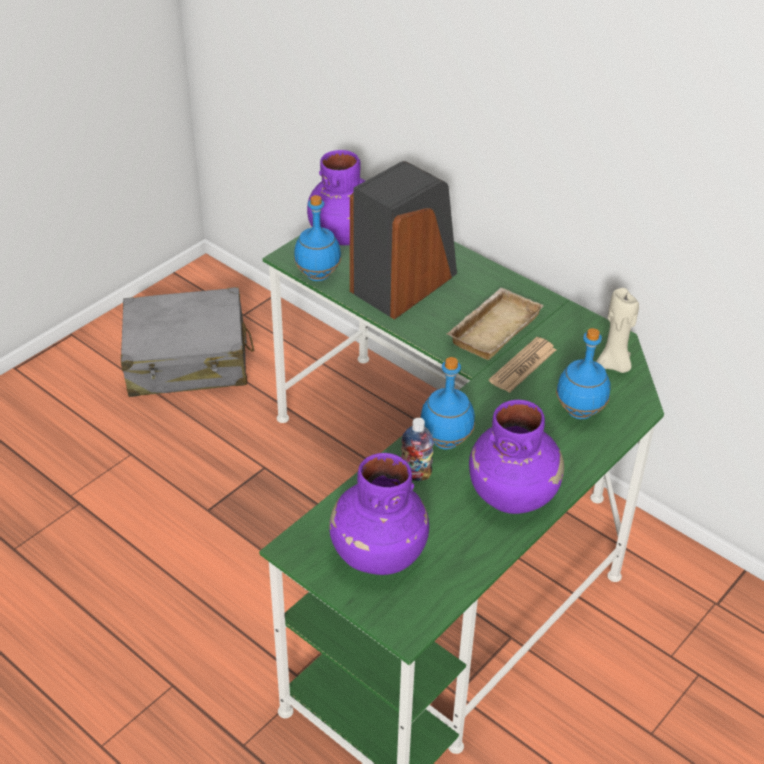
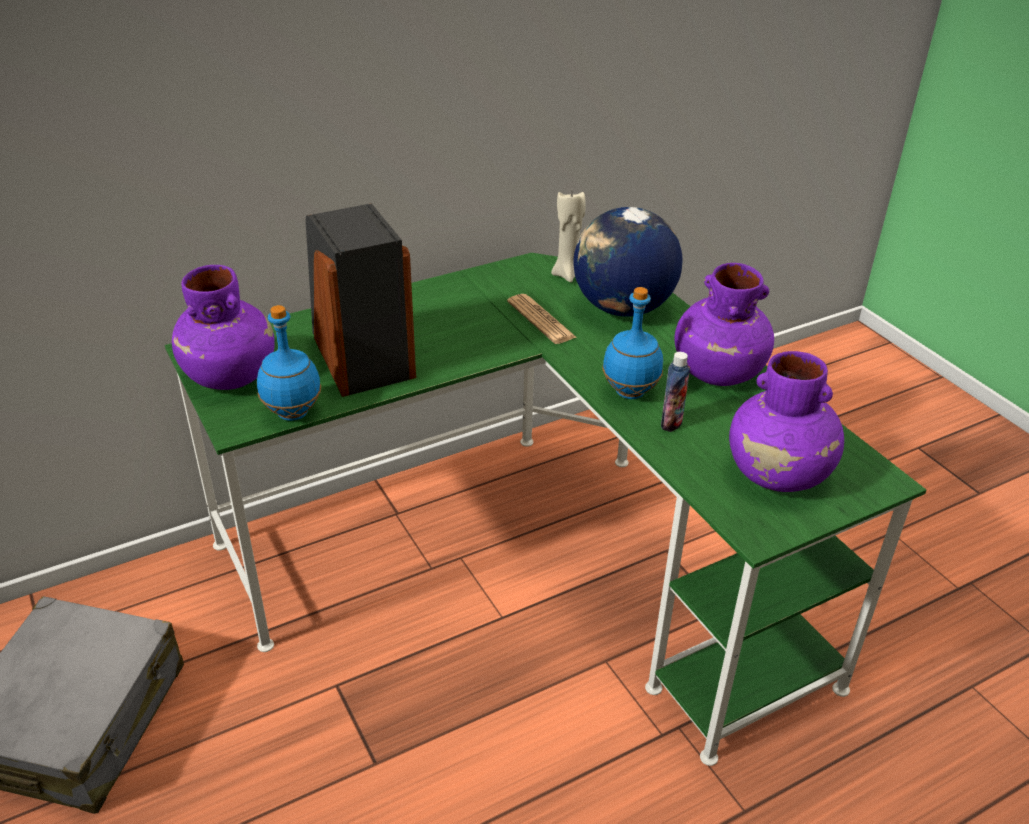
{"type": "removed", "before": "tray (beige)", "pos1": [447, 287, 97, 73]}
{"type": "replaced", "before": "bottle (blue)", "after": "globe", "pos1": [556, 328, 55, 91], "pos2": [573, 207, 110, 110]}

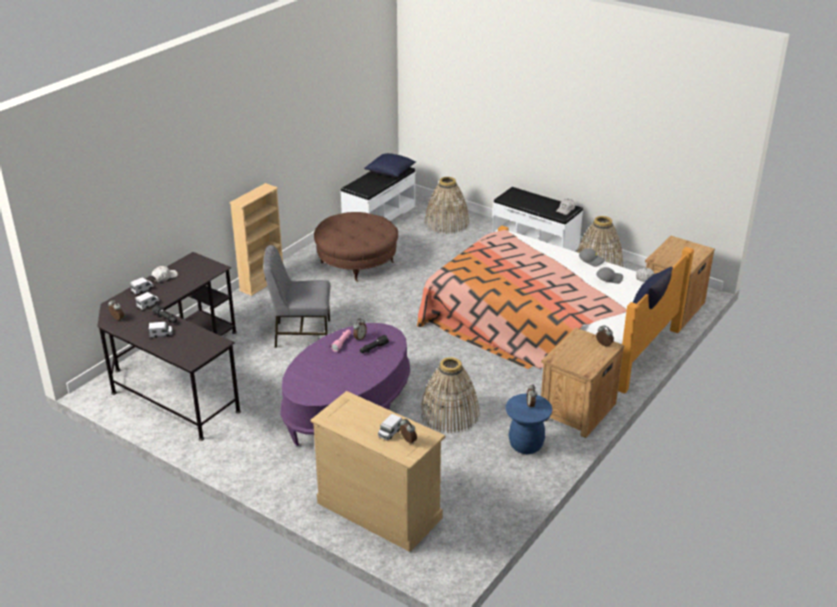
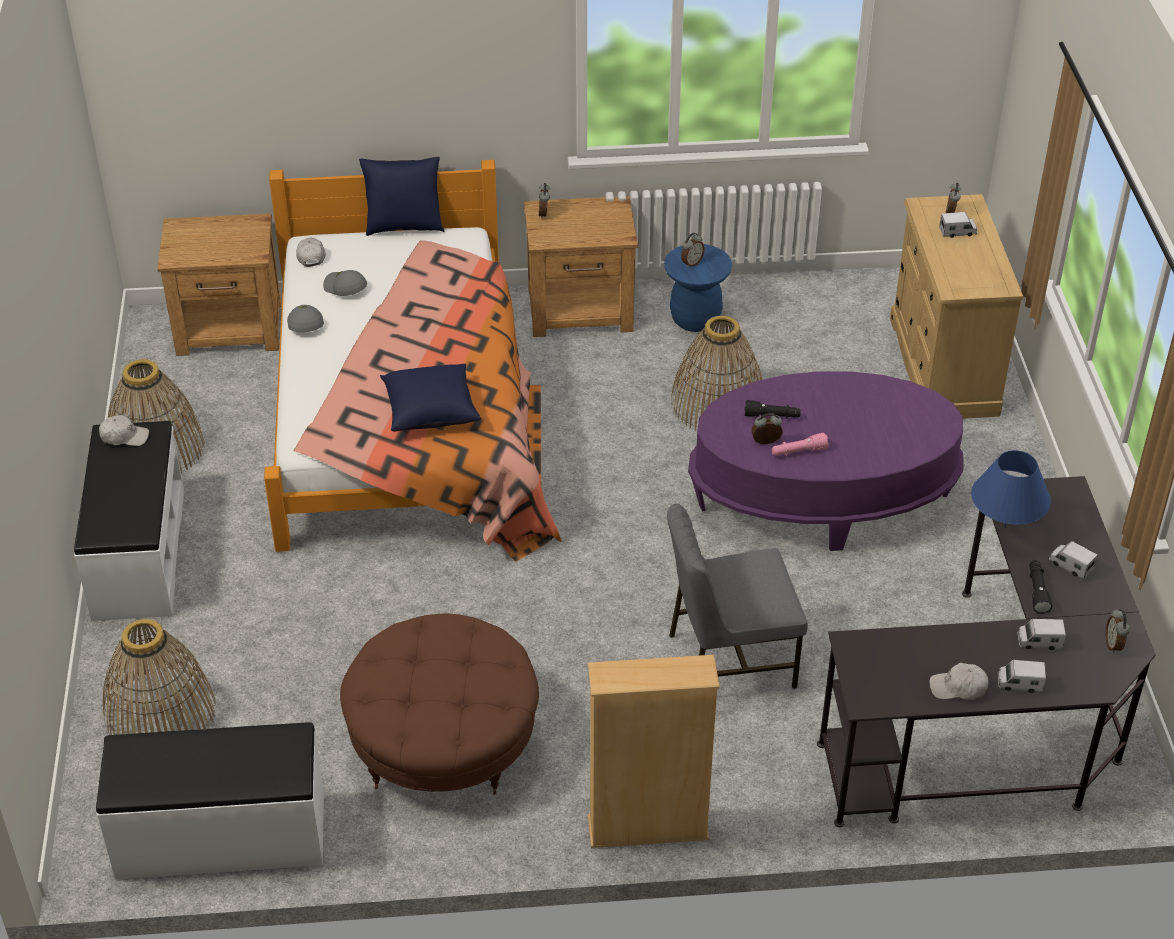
{"type": "added", "after": "table lamp (blue)", "pos2": [971, 450, 80, 78]}
{"type": "moved", "before": "pillow (blue)", "pos1": [364, 153, 52, 24], "pos2": [380, 364, 101, 68]}
{"type": "turned", "before": "chair (grey)", "pos1": [263, 245, 67, 103], "pos2": [667, 504, 141, 185], "turn": 120}

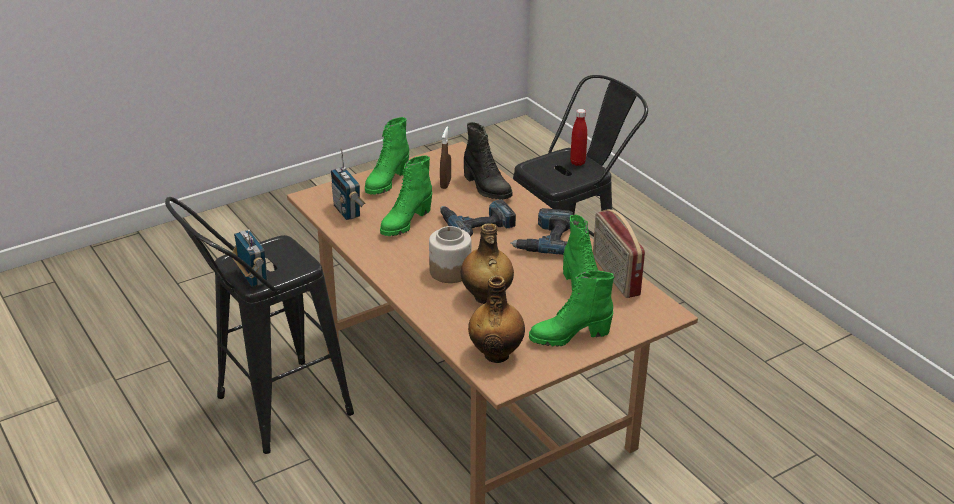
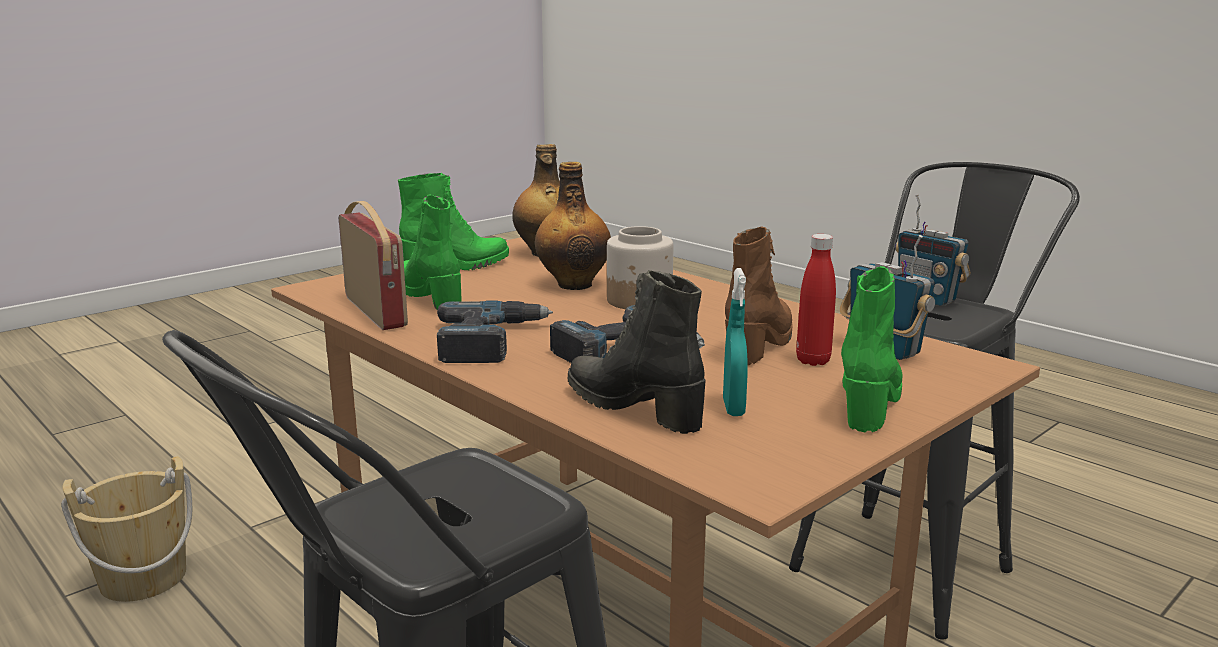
{"type": "added", "after": "bucket (beige)", "pos2": [61, 456, 131, 146]}
{"type": "moved", "before": "bottle (red)", "pos1": [570, 109, 17, 57], "pos2": [796, 234, 40, 132]}
{"type": "recoloured", "before": "boot (green)", "after": "boot (brown)", "pos1": [380, 155, 52, 81], "pos2": [725, 226, 68, 139]}
{"type": "recoloured", "before": "spray bottle (brown)", "after": "spray bottle (turquoise)", "pos1": [440, 127, 11, 62], "pos2": [723, 268, 25, 148]}

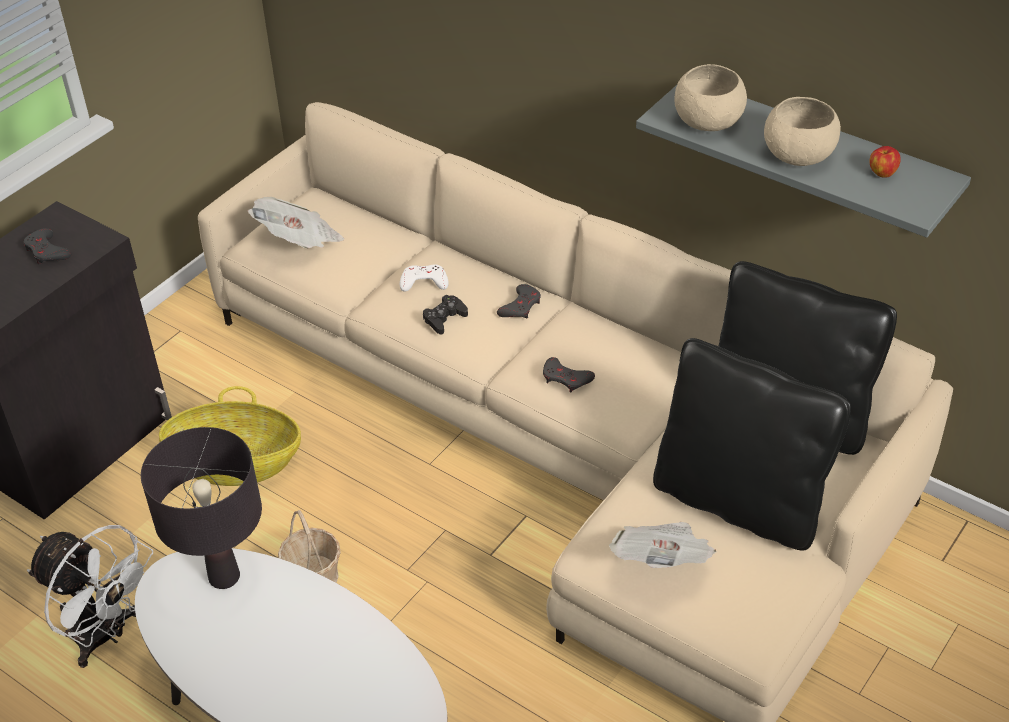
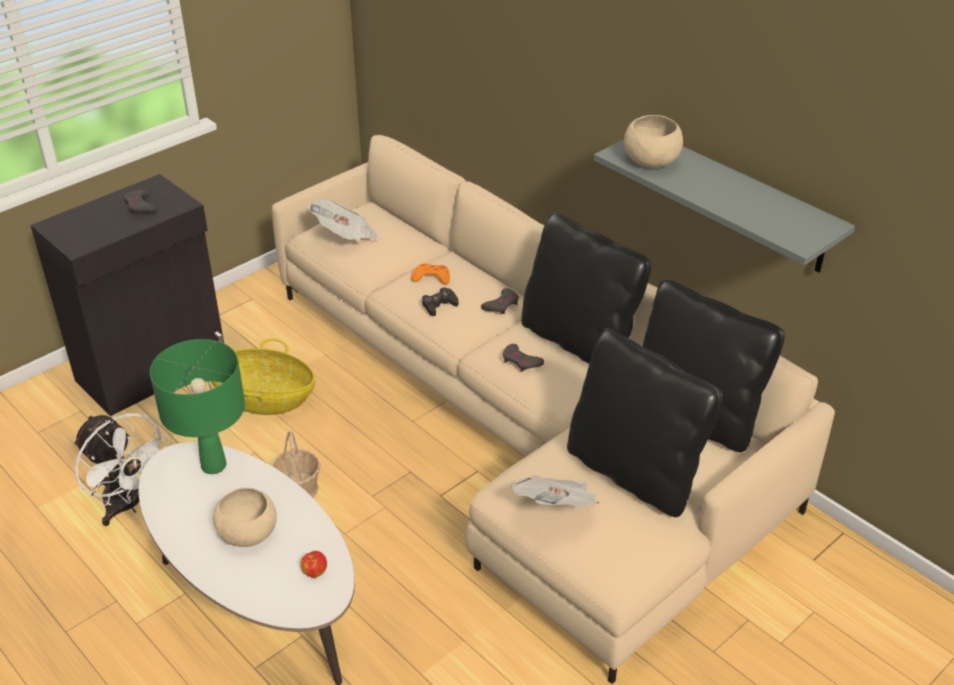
{"type": "added", "after": "pillow (black)", "pos2": [521, 212, 130, 152]}
{"type": "moved", "before": "bowl (beige)", "pos1": [764, 97, 77, 69], "pos2": [213, 487, 64, 60]}
{"type": "moved", "before": "apple", "pos1": [869, 146, 32, 32], "pos2": [301, 551, 26, 27]}
{"type": "recoloured", "before": "table lamp (black)", "after": "table lamp (green)", "pos1": [141, 427, 121, 162], "pos2": [150, 339, 95, 135]}
{"type": "recoloured", "before": "game controller (white)", "after": "game controller (orange)", "pos1": [400, 265, 49, 26], "pos2": [411, 263, 39, 22]}

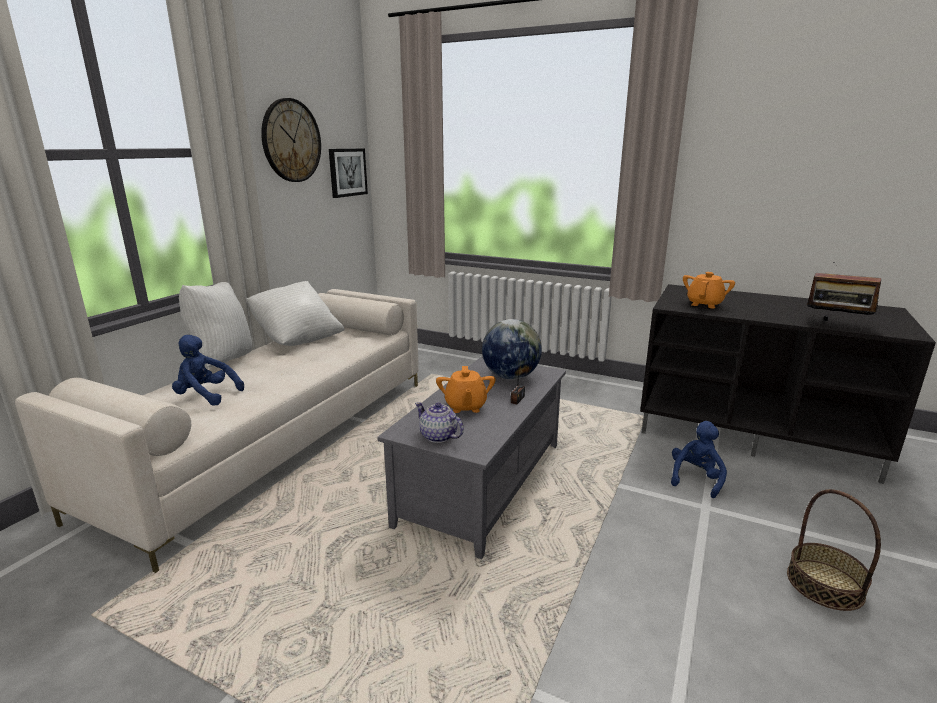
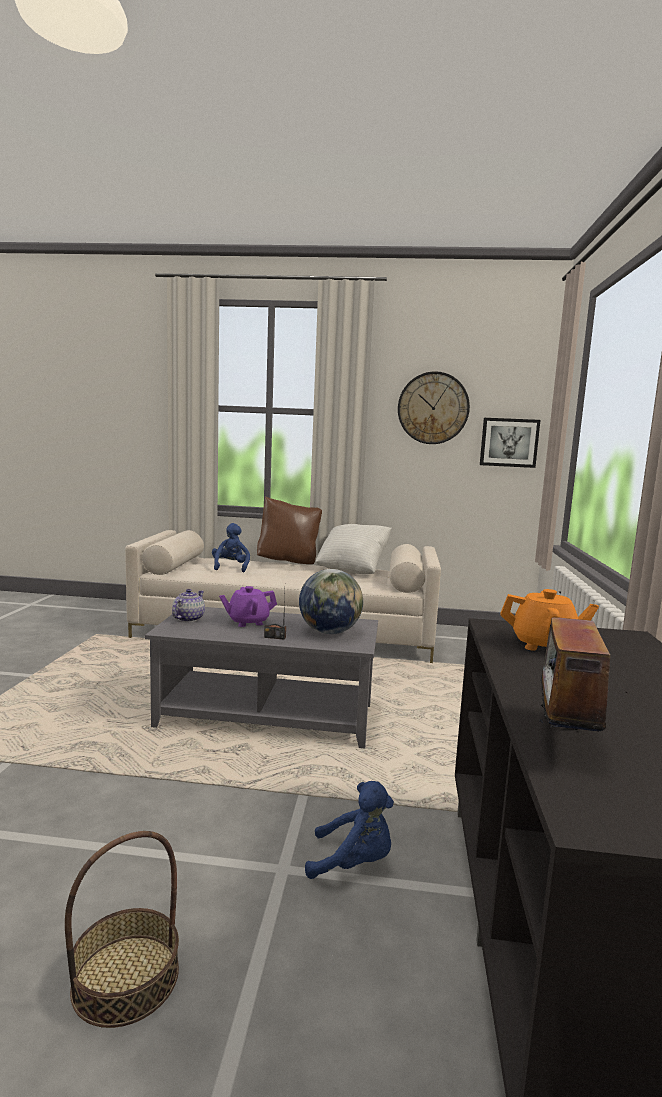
{"type": "recoloured", "before": "pillow (white)", "after": "pillow (brown)", "pos1": [179, 282, 73, 85], "pos2": [257, 496, 65, 68]}
{"type": "recoloured", "before": "teapot (orange)", "after": "teapot (purple)", "pos1": [436, 366, 60, 47], "pos2": [219, 586, 58, 41]}

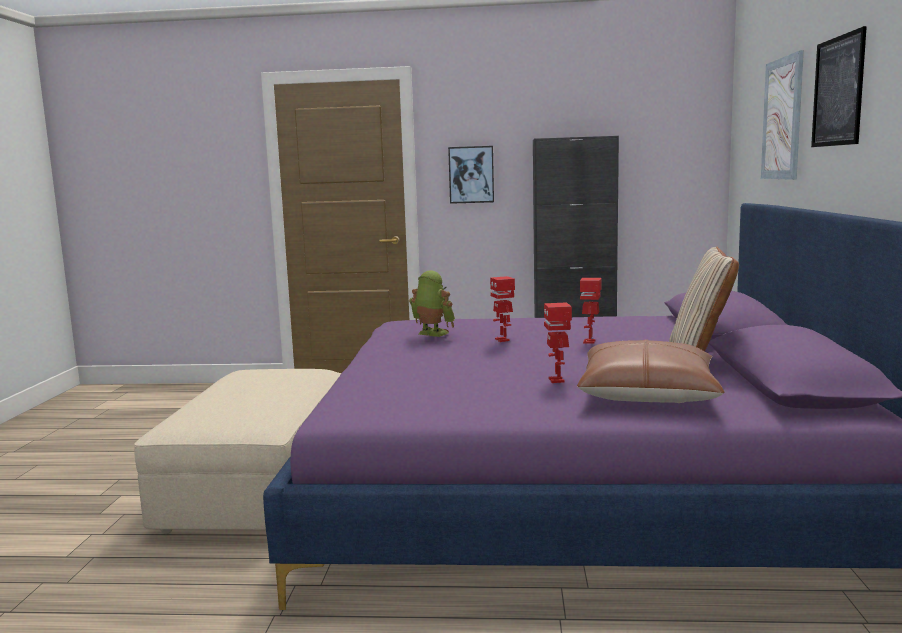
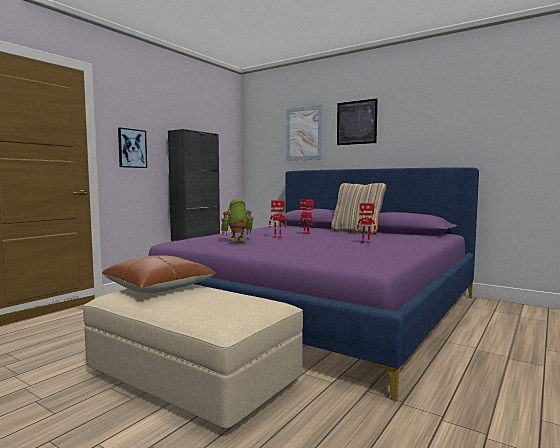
{"type": "moved", "before": "pillow (brown)", "pos1": [577, 340, 148, 63], "pos2": [102, 255, 113, 38]}

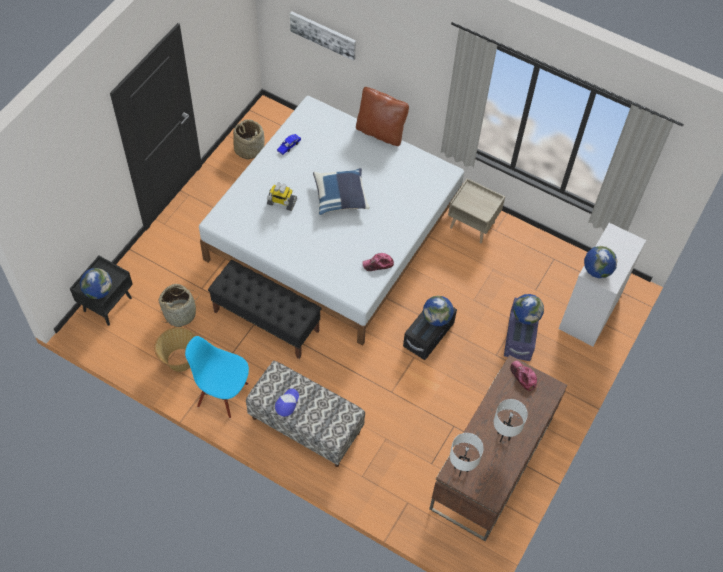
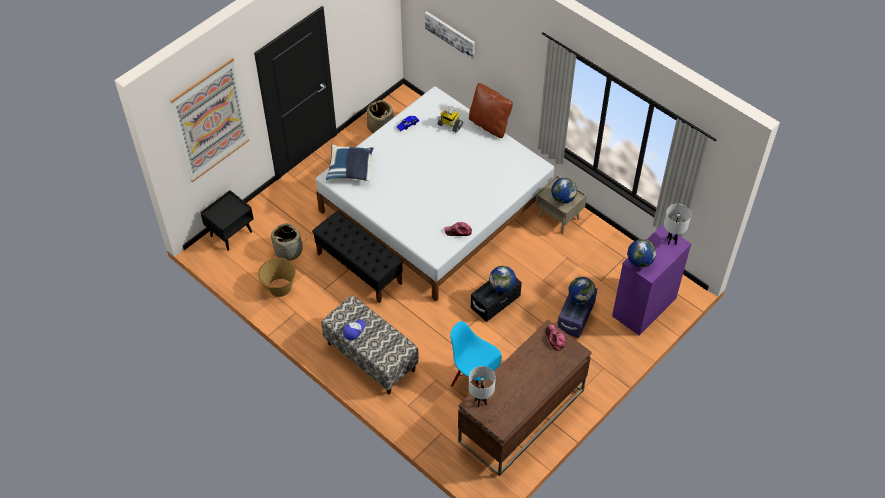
{"type": "added", "after": "picture", "pos2": [170, 58, 79, 124]}
{"type": "moved", "before": "globe", "pos1": [80, 268, 32, 31], "pos2": [551, 178, 26, 26]}
{"type": "moved", "before": "chair (blue)", "pos1": [185, 336, 64, 82], "pos2": [450, 321, 52, 67]}
{"type": "moved", "before": "toy robot", "pos1": [267, 183, 30, 28], "pos2": [437, 106, 26, 27]}
{"type": "moved", "before": "pillow (blue)", "pos1": [313, 168, 57, 47], "pos2": [326, 145, 48, 36]}
{"type": "moved", "before": "table lamp (white)", "pos1": [494, 399, 34, 43], "pos2": [664, 204, 27, 41]}
{"type": "recoloured", "before": "dresser (white)", "after": "dresser (purple)", "pos1": [559, 223, 87, 123], "pos2": [612, 224, 79, 112]}

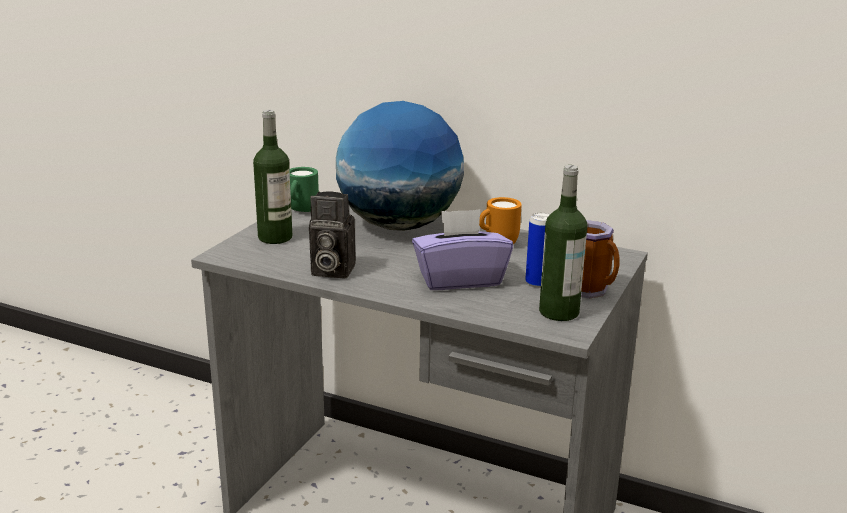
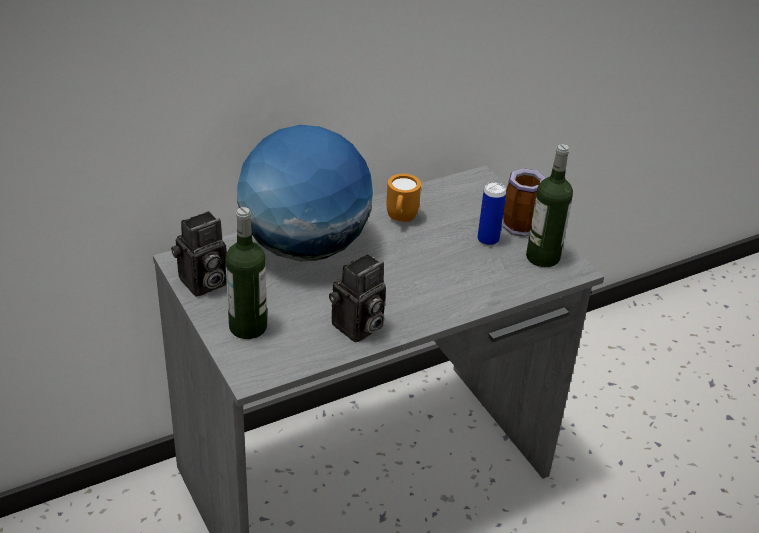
{"type": "removed", "before": "tissue box (purple)", "pos1": [412, 209, 101, 81]}
{"type": "replaced", "before": "mug (green)", "after": "photo camera", "pos1": [289, 167, 30, 45], "pos2": [171, 211, 56, 86]}

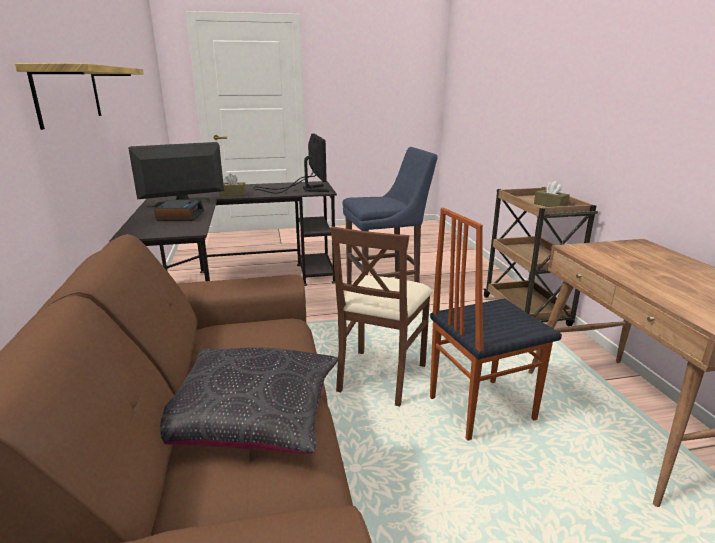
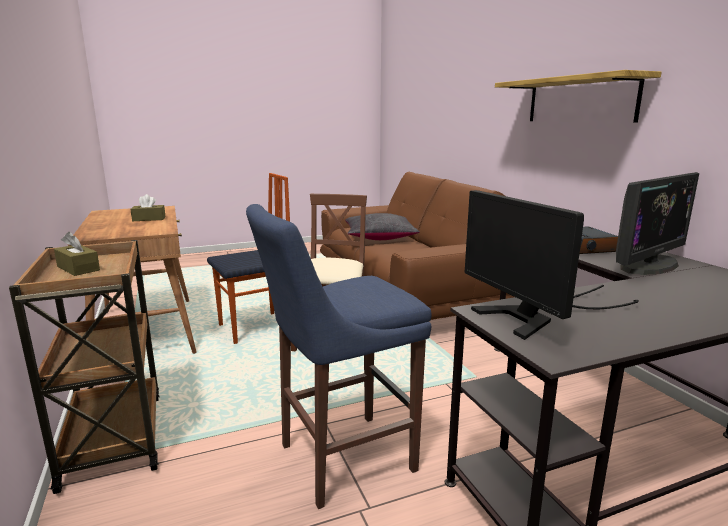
{"type": "moved", "before": "tissue box (brown)", "pos1": [219, 173, 27, 23], "pos2": [130, 194, 36, 27]}

